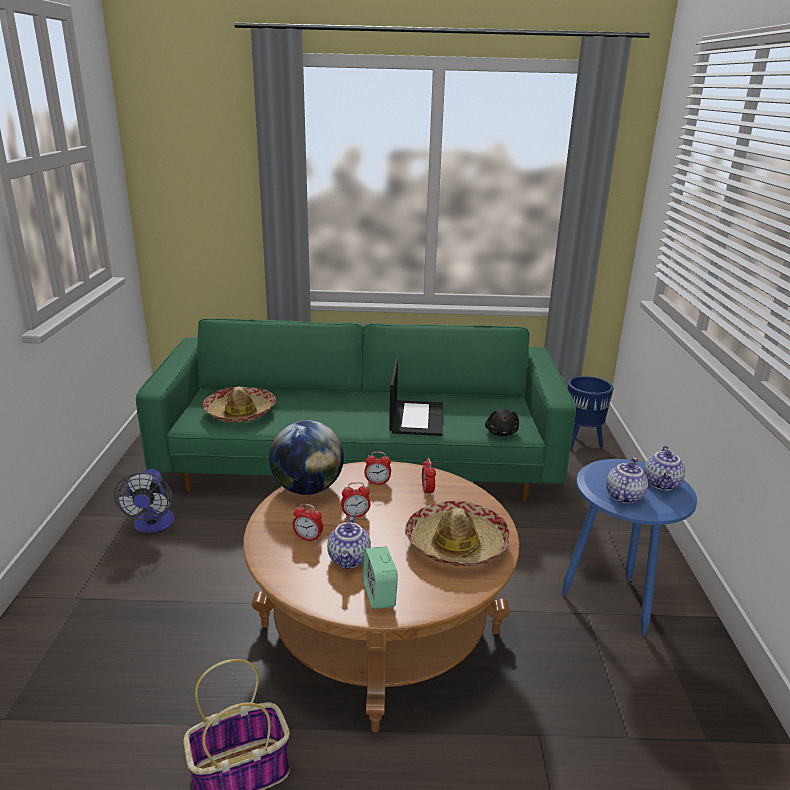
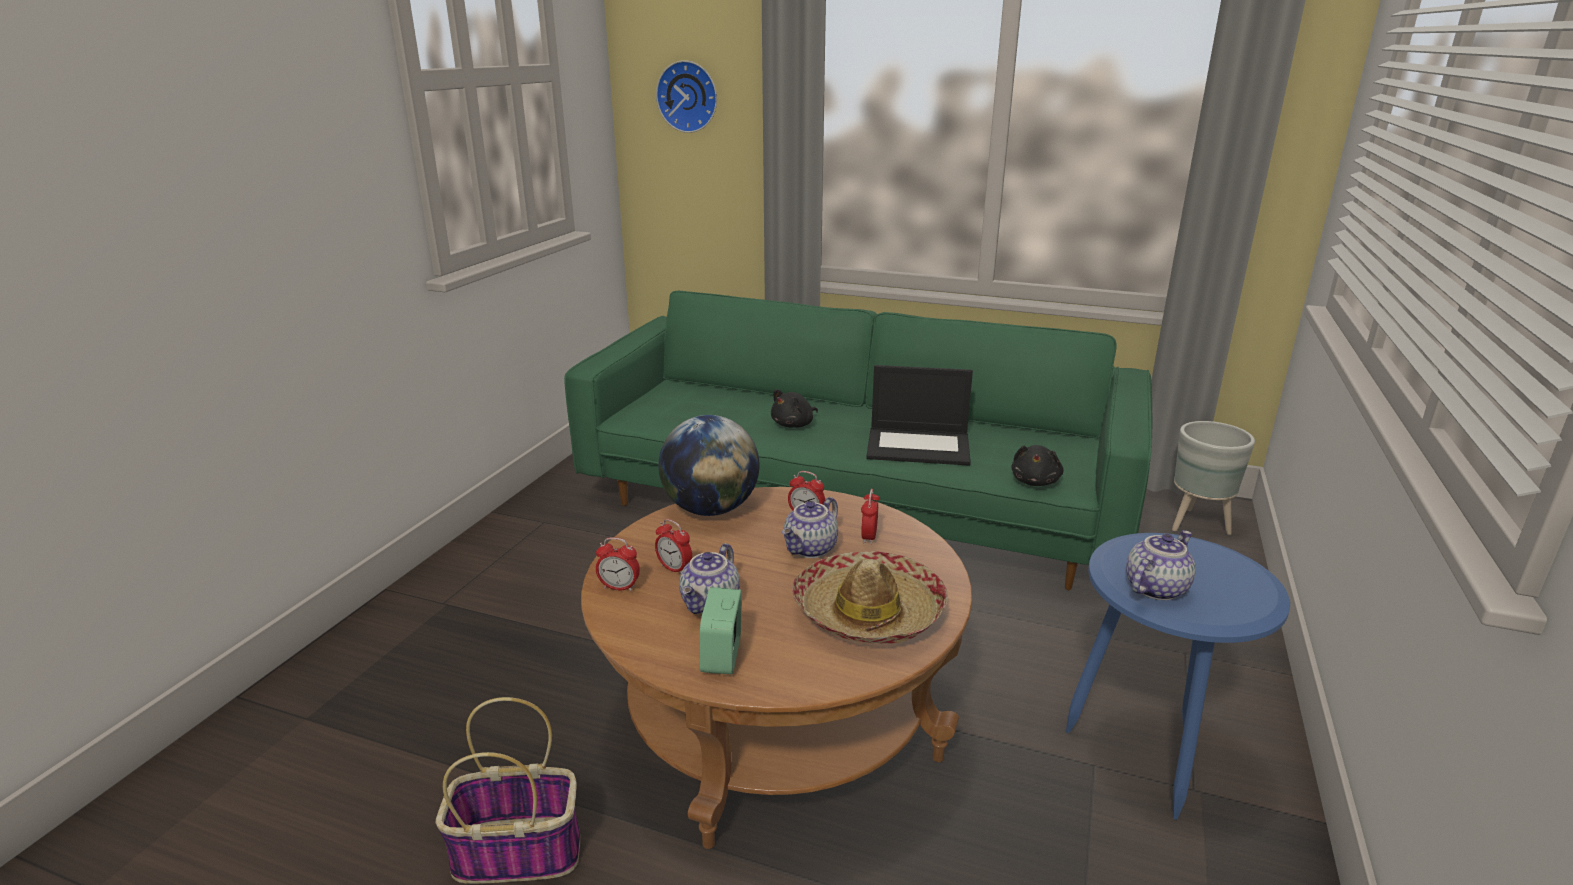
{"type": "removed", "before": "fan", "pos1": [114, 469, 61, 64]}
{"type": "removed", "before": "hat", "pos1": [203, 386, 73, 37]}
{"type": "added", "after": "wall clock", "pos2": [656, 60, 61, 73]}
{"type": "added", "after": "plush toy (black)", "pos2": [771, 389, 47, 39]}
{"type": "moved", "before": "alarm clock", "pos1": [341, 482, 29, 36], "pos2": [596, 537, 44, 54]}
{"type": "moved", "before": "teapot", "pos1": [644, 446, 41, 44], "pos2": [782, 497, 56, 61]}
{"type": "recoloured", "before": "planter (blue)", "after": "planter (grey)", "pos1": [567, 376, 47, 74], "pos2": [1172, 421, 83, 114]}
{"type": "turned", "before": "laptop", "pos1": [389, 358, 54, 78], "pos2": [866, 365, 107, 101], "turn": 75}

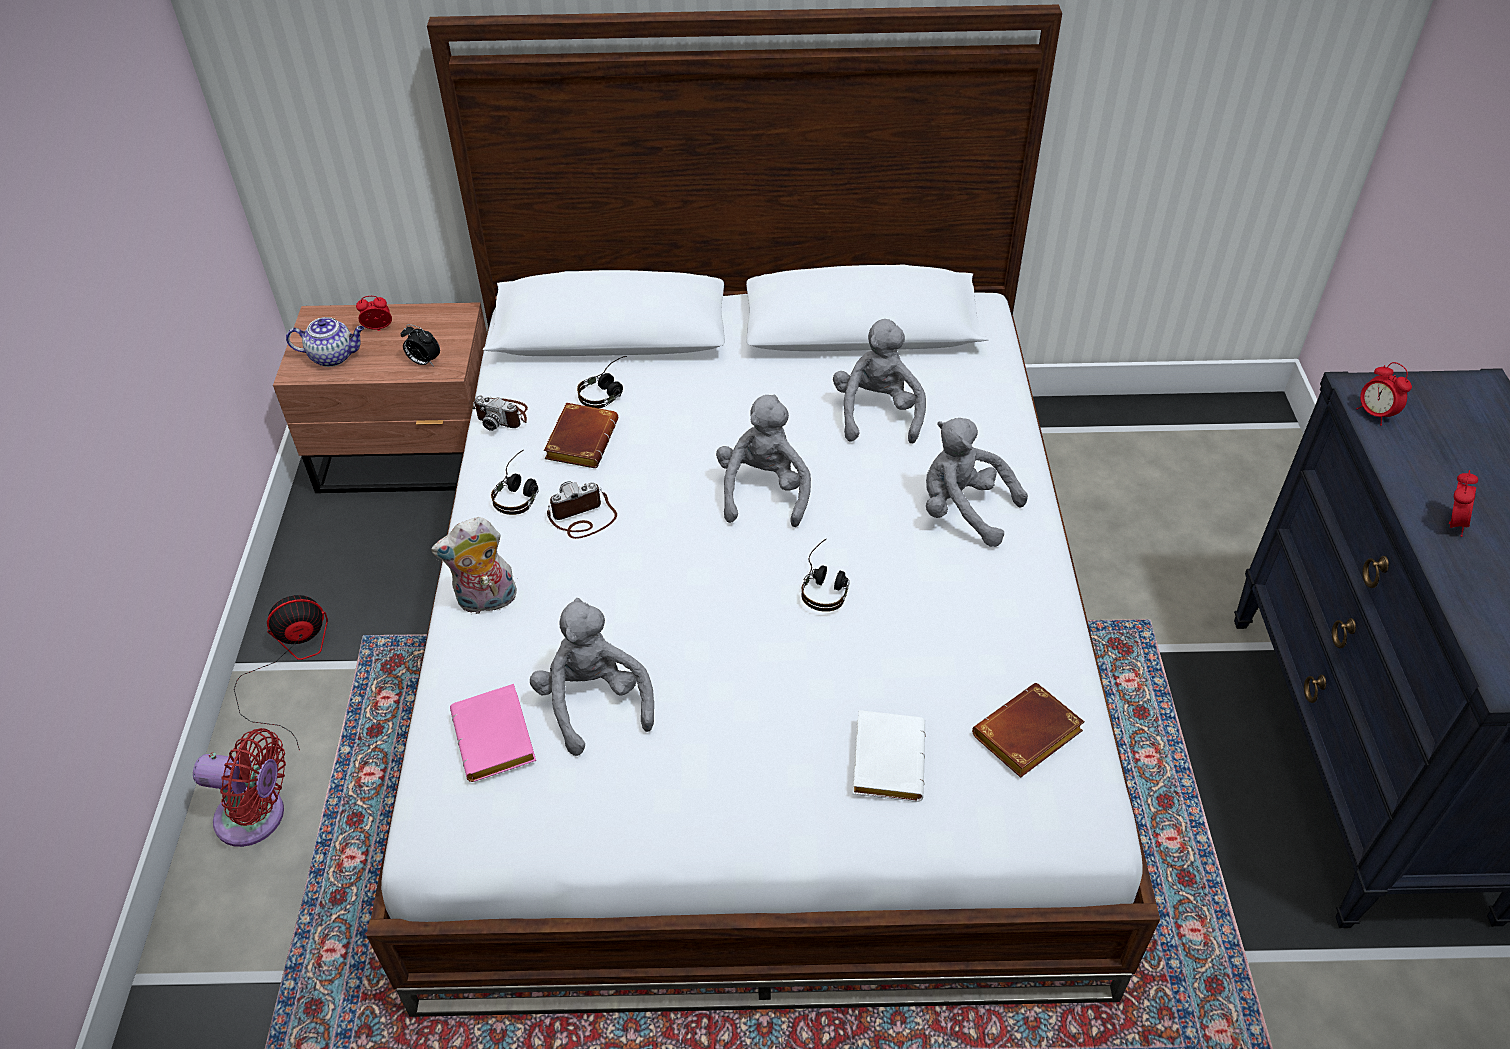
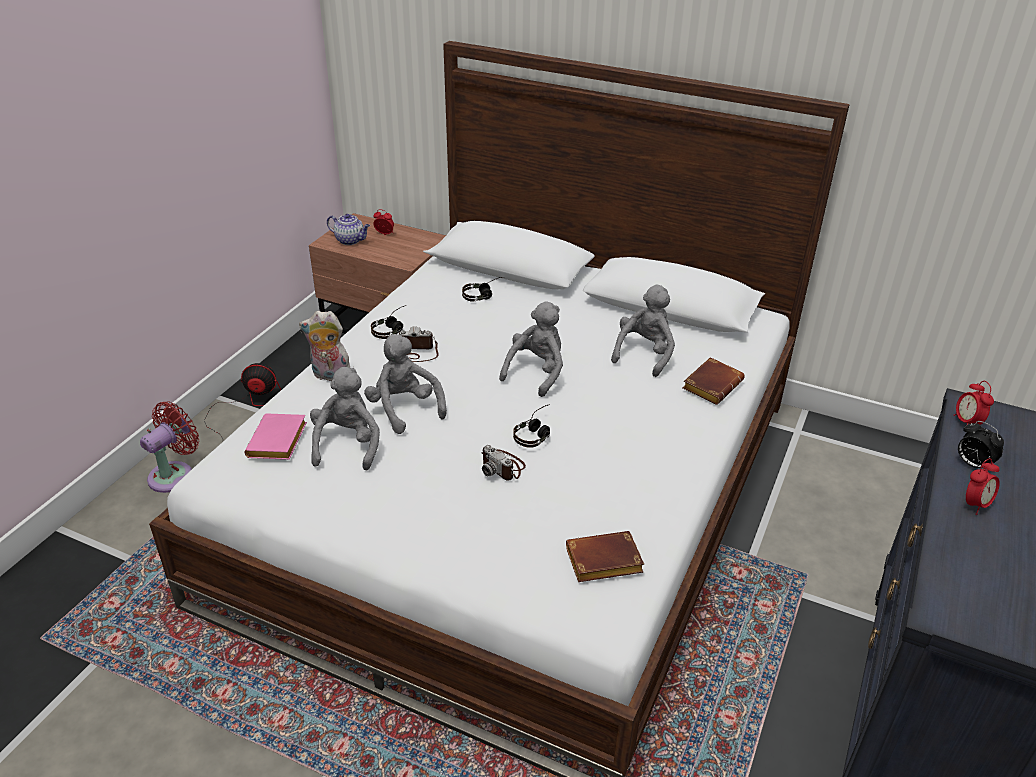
{"type": "removed", "before": "book (white)", "pos1": [852, 710, 74, 92]}
{"type": "moved", "before": "alarm clock", "pos1": [401, 324, 39, 42], "pos2": [958, 421, 46, 48]}
{"type": "moved", "before": "photo camera", "pos1": [472, 395, 56, 36], "pos2": [481, 445, 45, 36]}
{"type": "moved", "before": "book (brown)", "pos1": [544, 403, 74, 65], "pos2": [682, 357, 63, 48]}
{"type": "moved", "before": "plush toy (grey)", "pos1": [926, 418, 102, 129], "pos2": [364, 334, 83, 100]}
{"type": "turned", "before": "fan (red)", "pos1": [193, 728, 93, 119], "pos2": [140, 401, 59, 92], "turn": -90}

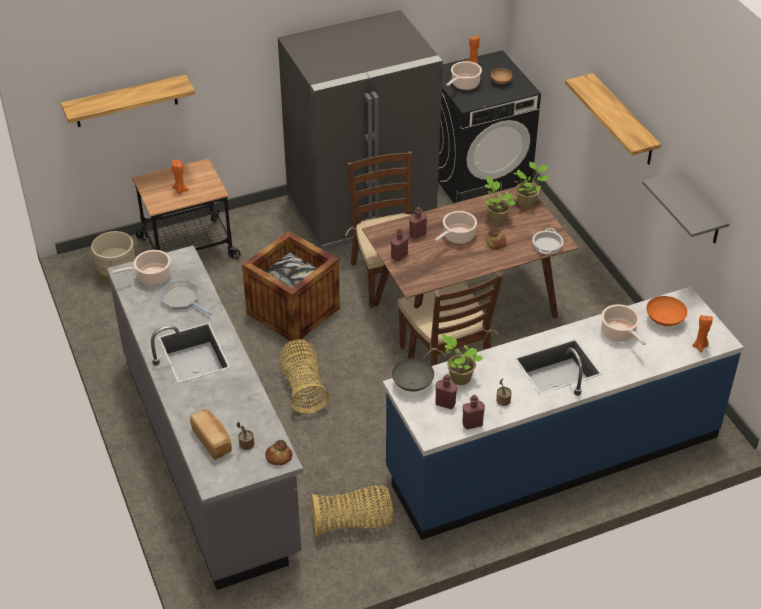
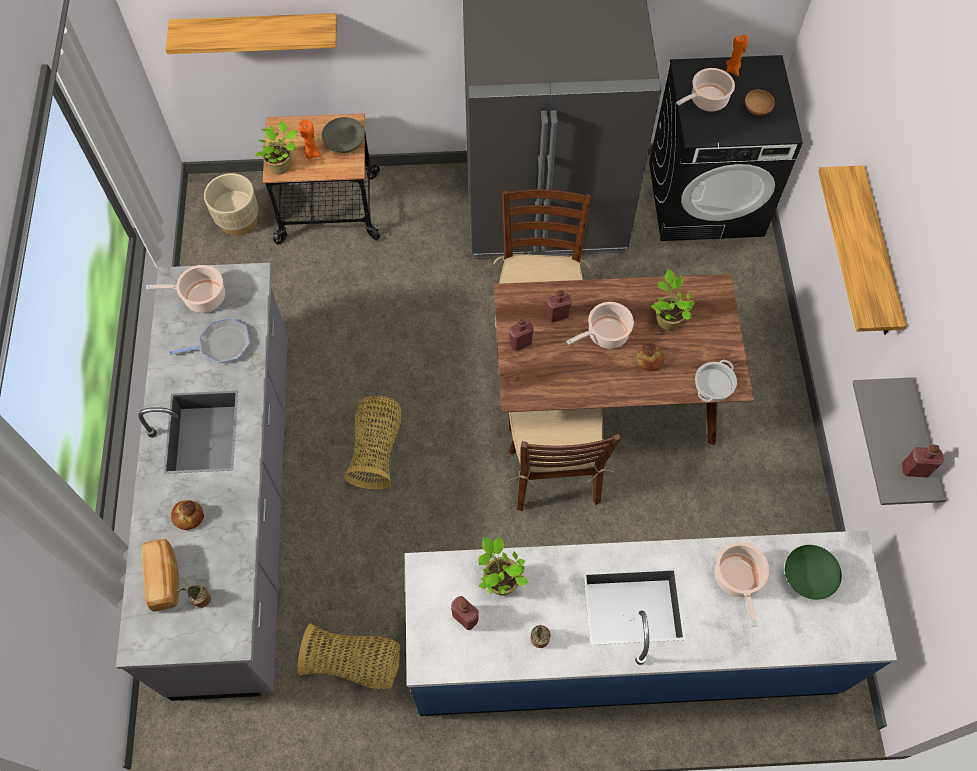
{"type": "removed", "before": "crate", "pos1": [242, 231, 98, 113]}
{"type": "removed", "before": "candle (orange)", "pos1": [692, 315, 21, 38]}
{"type": "moved", "before": "bread", "pos1": [265, 440, 28, 25], "pos2": [171, 500, 33, 30]}
{"type": "moved", "before": "bowl (grey)", "pos1": [392, 359, 42, 33], "pos2": [322, 117, 43, 36]}
{"type": "moved", "before": "bottle (red)", "pos1": [462, 395, 23, 35], "pos2": [902, 444, 42, 34]}
{"type": "moved", "before": "potted plant", "pos1": [513, 162, 36, 46], "pos2": [256, 121, 41, 54]}
{"type": "recoloured", "before": "bowl (orange)", "after": "bowl (green)", "pos1": [646, 296, 41, 30], "pos2": [785, 545, 57, 55]}
{"type": "turned", "before": "frying pan", "pos1": [160, 281, 52, 34], "pos2": [169, 318, 81, 45], "turn": 105}

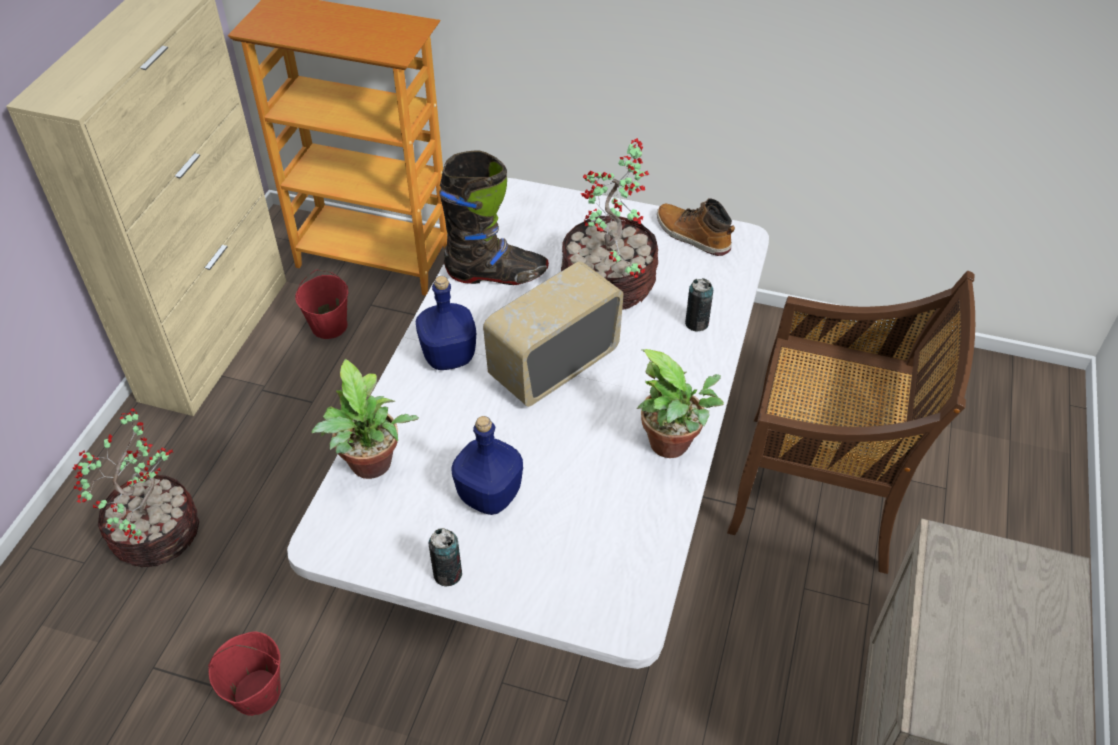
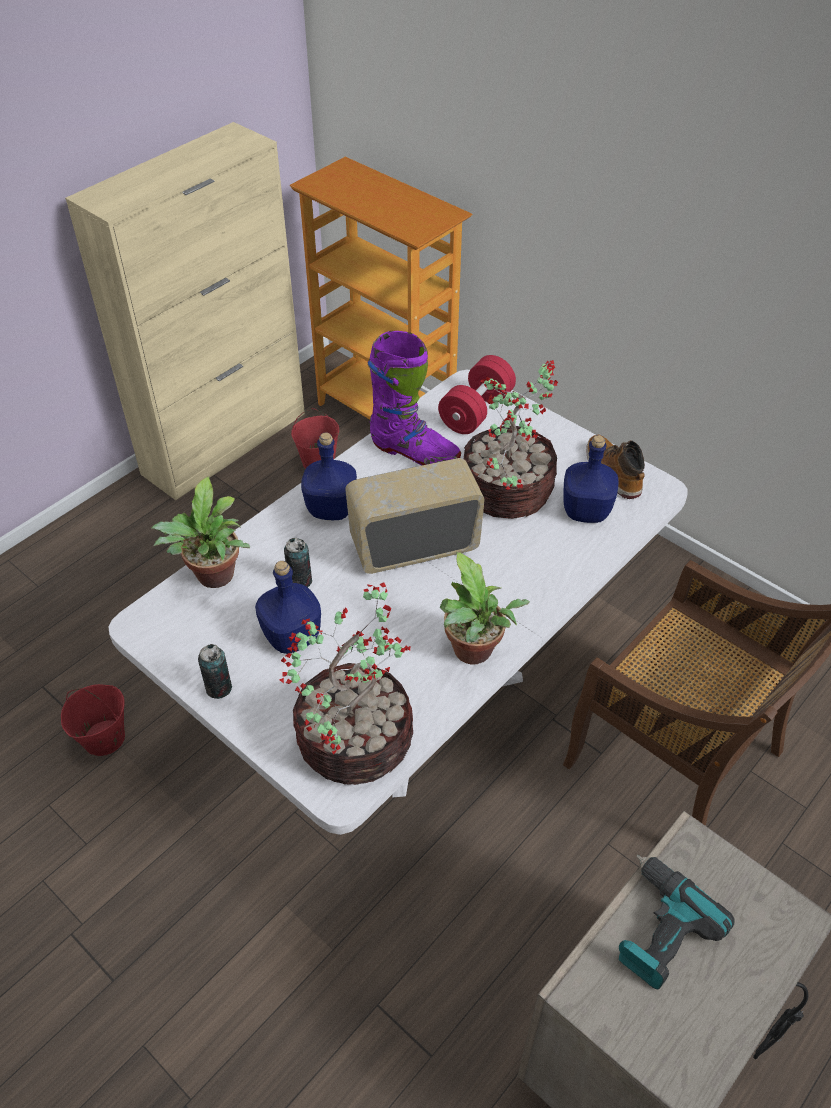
{"type": "added", "after": "dumbbell (red)", "pos2": [438, 355, 78, 79]}
{"type": "added", "after": "bottle (blue)", "pos2": [563, 435, 55, 88]}
{"type": "added", "after": "power drill", "pos2": [619, 855, 116, 135]}
{"type": "moved", "before": "potted plant", "pos1": [73, 408, 126, 159], "pos2": [279, 582, 134, 203]}
{"type": "moved", "before": "can", "pos1": [685, 279, 28, 53], "pos2": [284, 538, 28, 49]}
{"type": "recoloured", "before": "boot (black)", "after": "boot (purple)", "pos1": [439, 150, 110, 135], "pos2": [368, 331, 93, 134]}

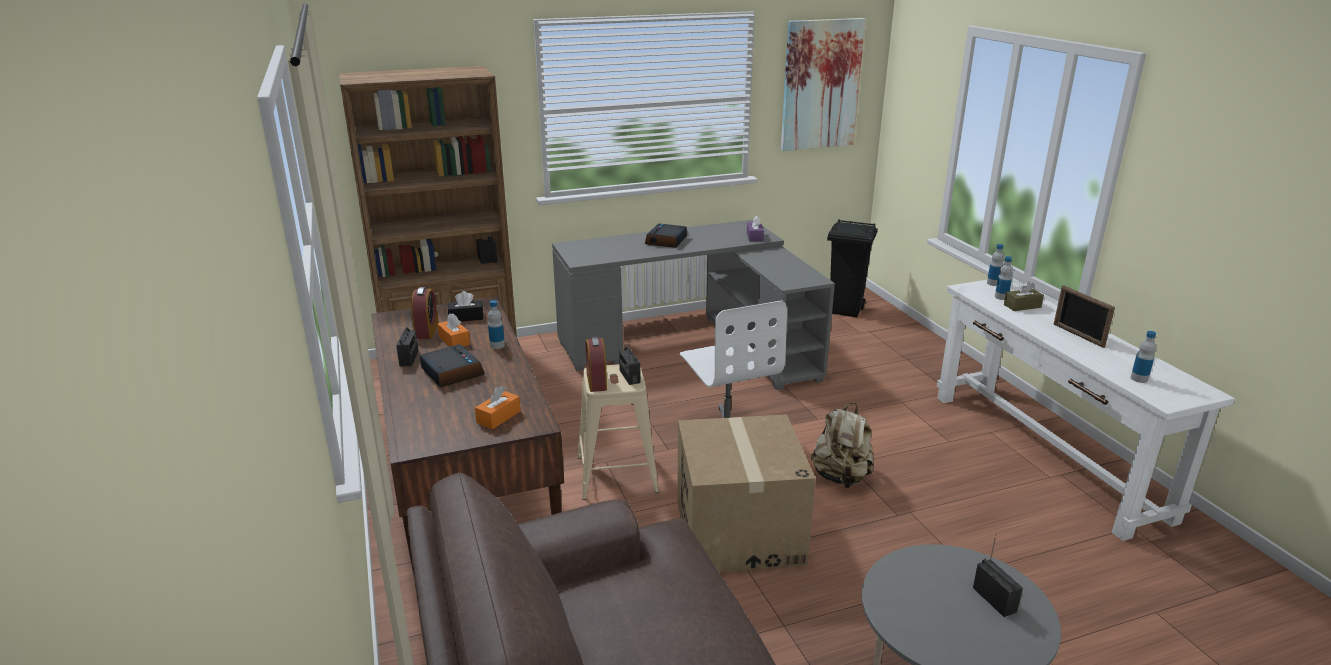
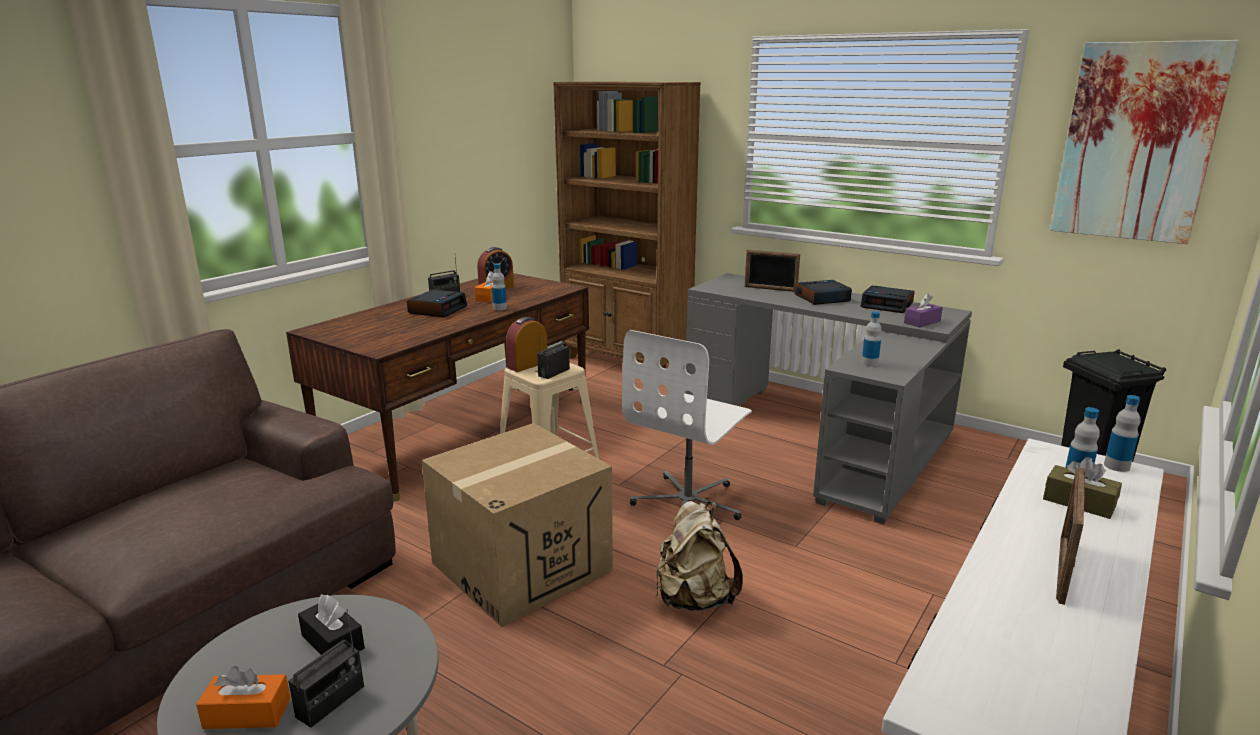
{"type": "added", "after": "picture frame", "pos2": [745, 250, 55, 42]}
{"type": "added", "after": "alarm clock", "pos2": [861, 285, 54, 28]}
{"type": "moved", "before": "tissue box (black)", "pos1": [448, 291, 35, 31], "pos2": [298, 595, 67, 60]}
{"type": "moved", "before": "tissue box (orange)", "pos1": [475, 386, 45, 43], "pos2": [196, 666, 95, 63]}
{"type": "moved", "before": "bottle", "pos1": [1130, 331, 26, 52], "pos2": [862, 311, 20, 56]}

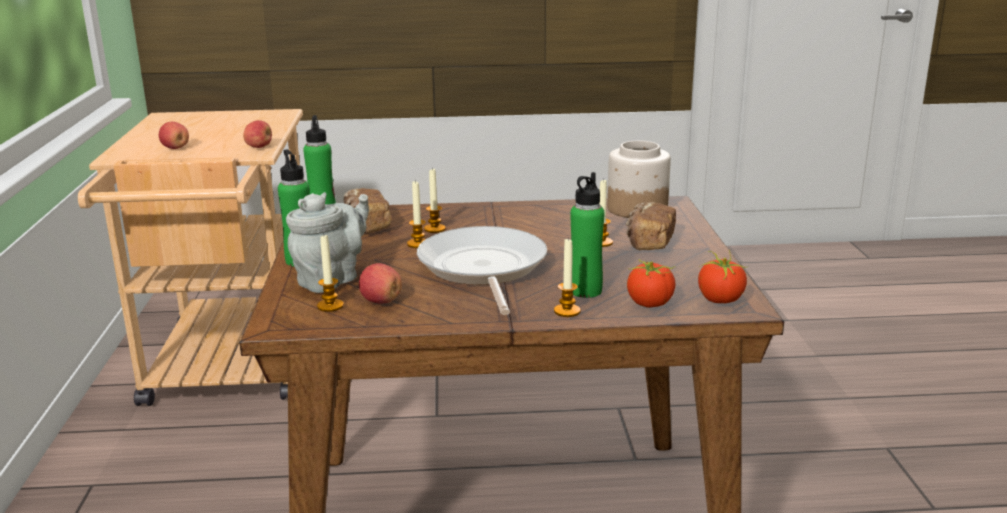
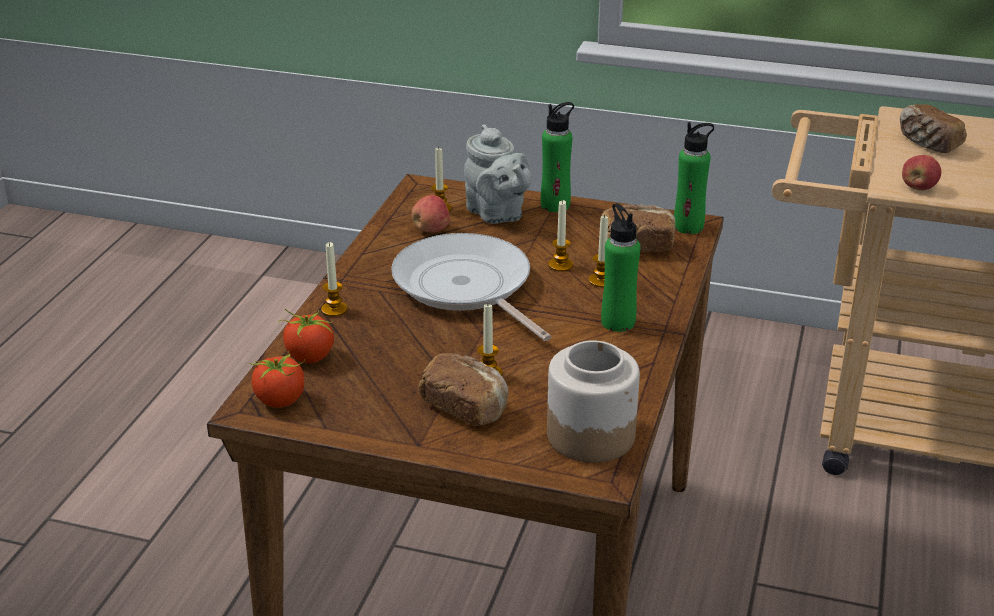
{"type": "moved", "before": "bottle (green)", "pos1": [570, 172, 35, 126], "pos2": [601, 203, 40, 129]}
{"type": "replaced", "before": "apple", "after": "bread", "pos1": [159, 122, 30, 27], "pos2": [900, 104, 67, 49]}
{"type": "turned", "before": "frying pan", "pos1": [417, 226, 130, 89], "pos2": [391, 233, 160, 108], "turn": -135}

